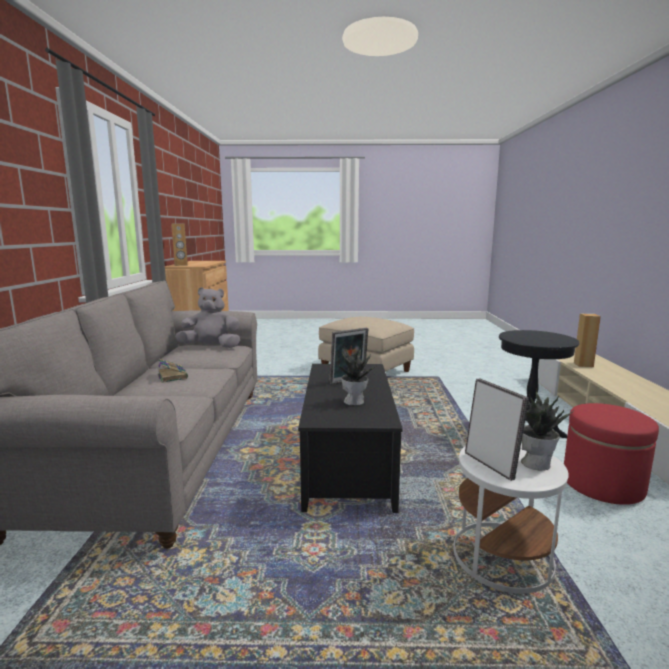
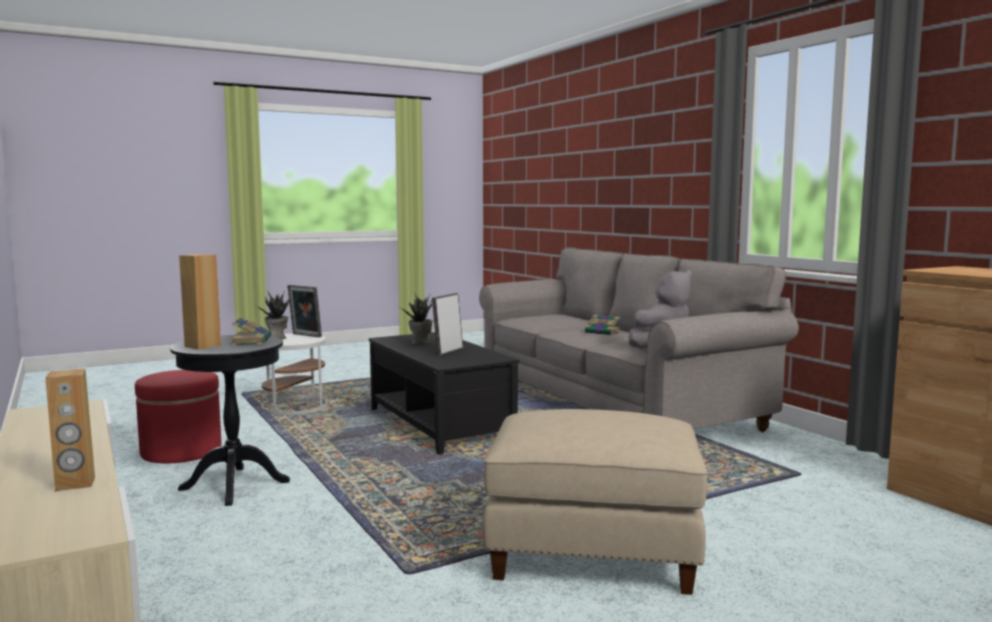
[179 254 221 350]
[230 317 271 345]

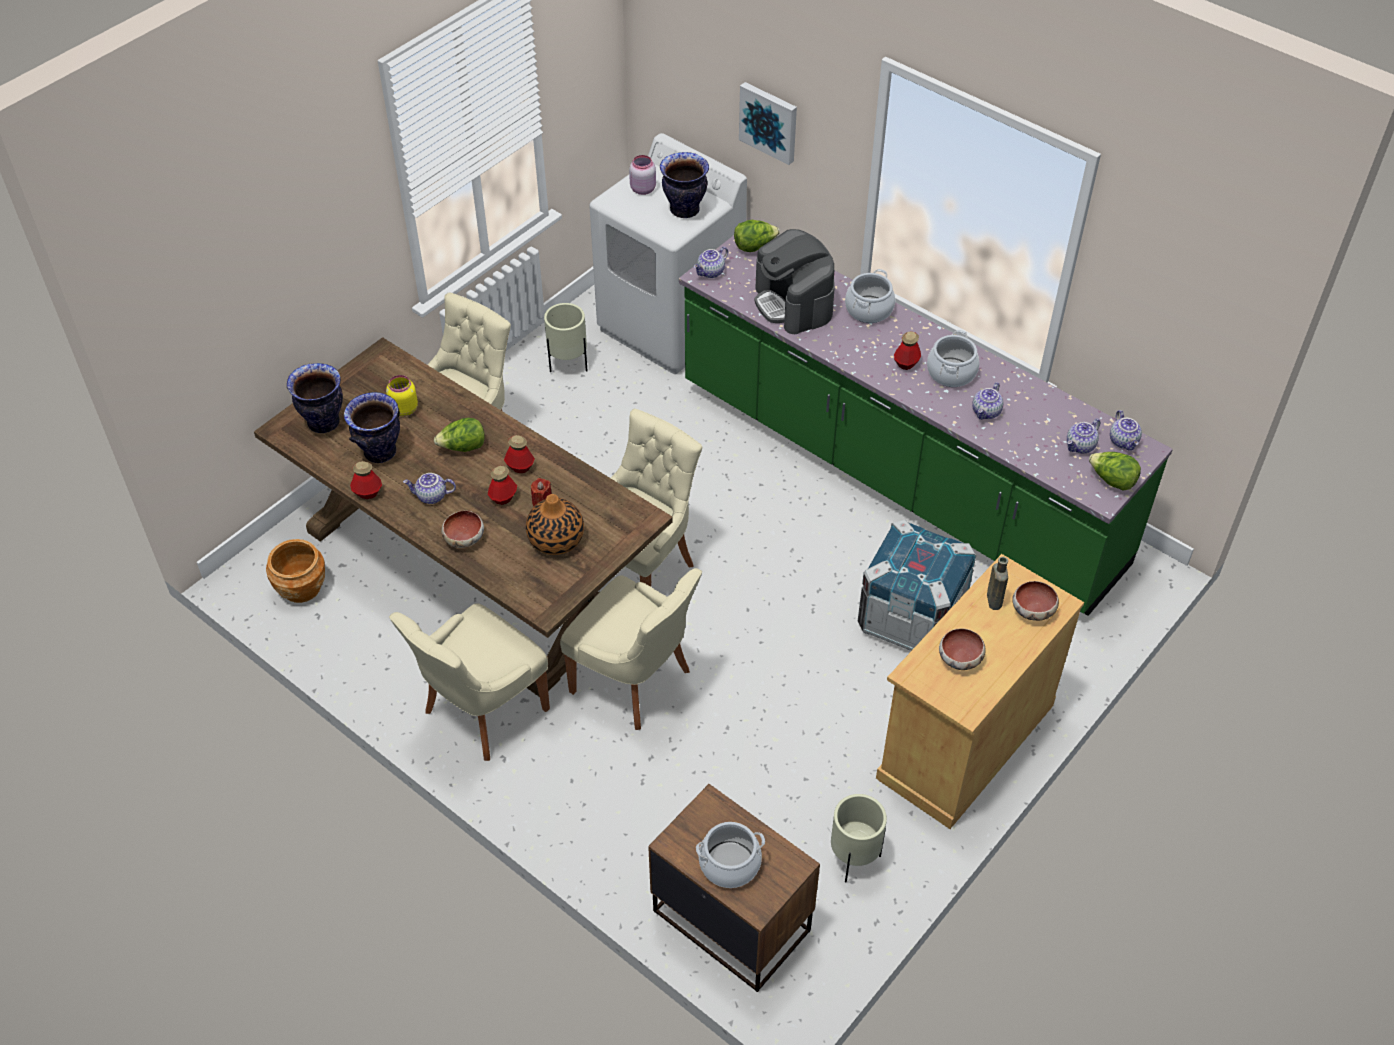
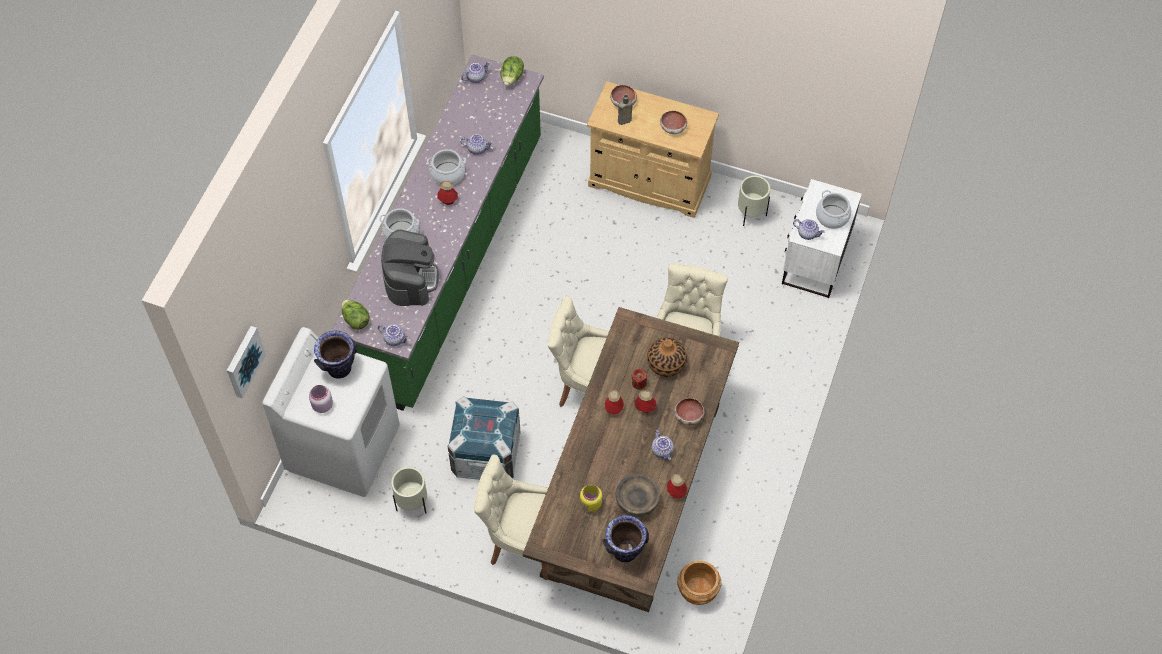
[227 326 266 399]
[381 230 439 306]
[447 396 521 480]
[616 474 660 517]
[782 179 862 298]
[793 219 825 240]
[389 603 550 761] (first image)
[434 418 485 452] (first image)

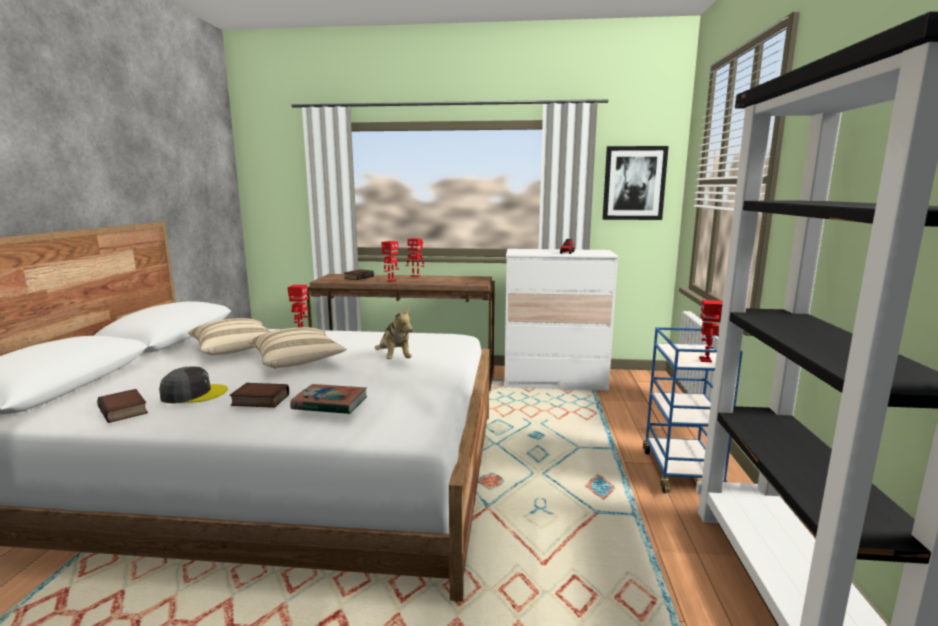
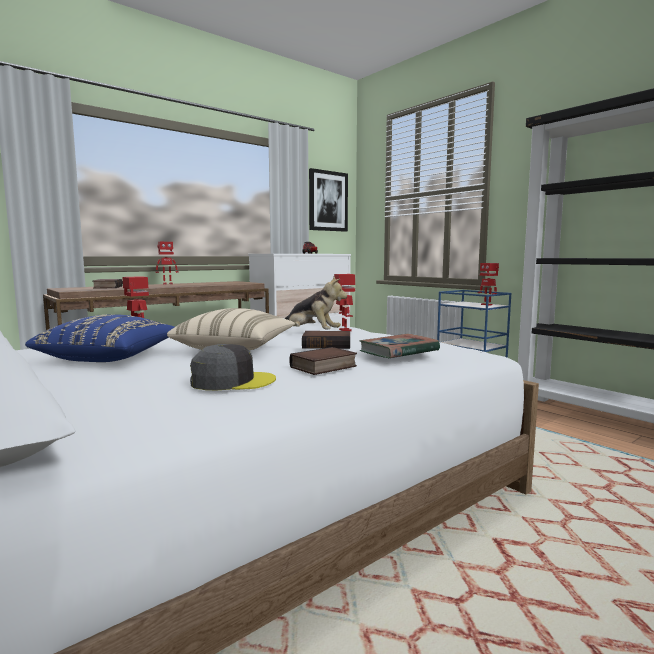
[25 314 174 362]
[190 344 276 391]
[302 331 350 349]
[334 274 355 331]

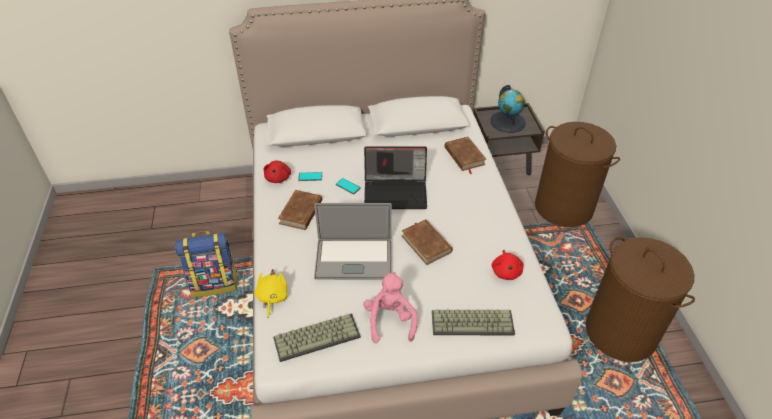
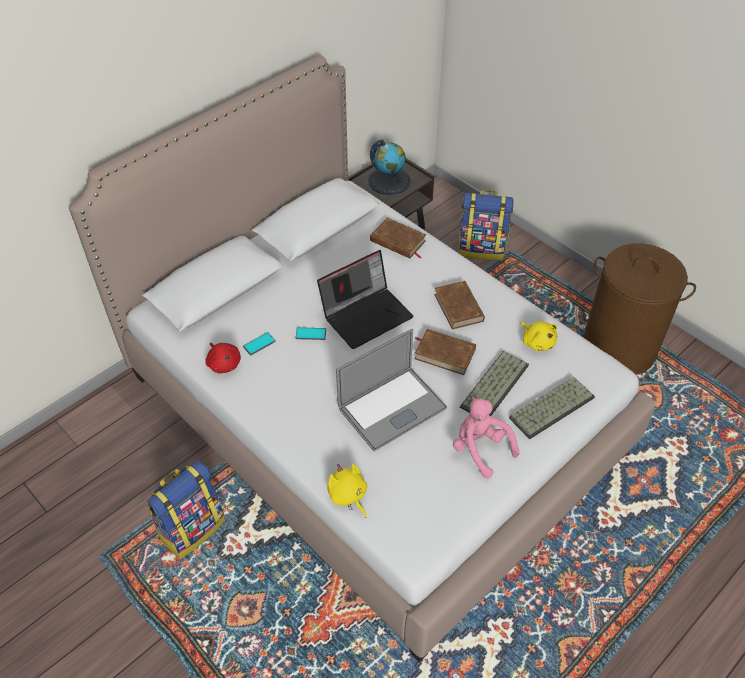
[434 281 485 330]
[459 190 514 261]
[460 351 529 416]
[519 321 558 351]

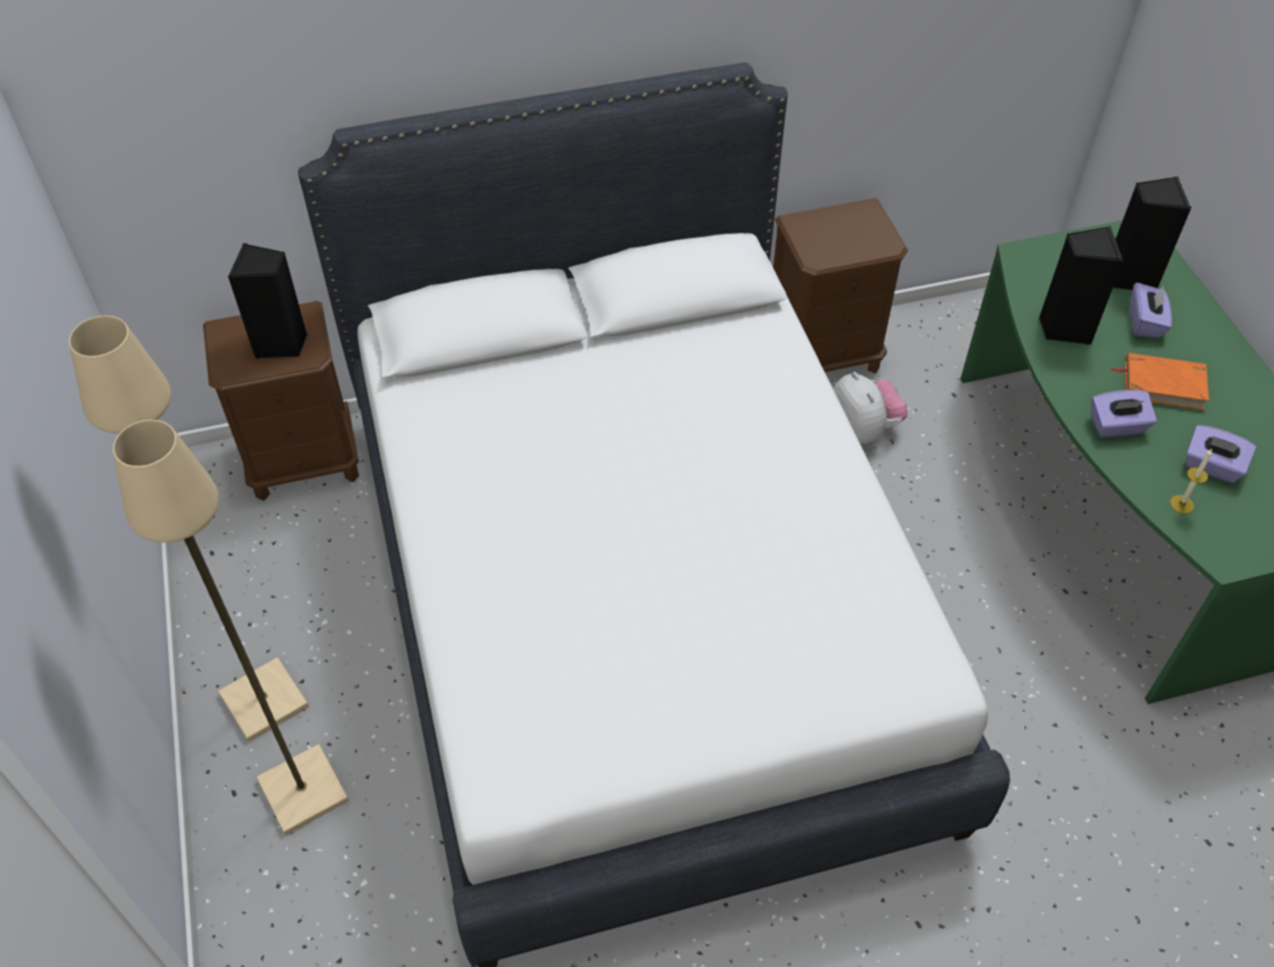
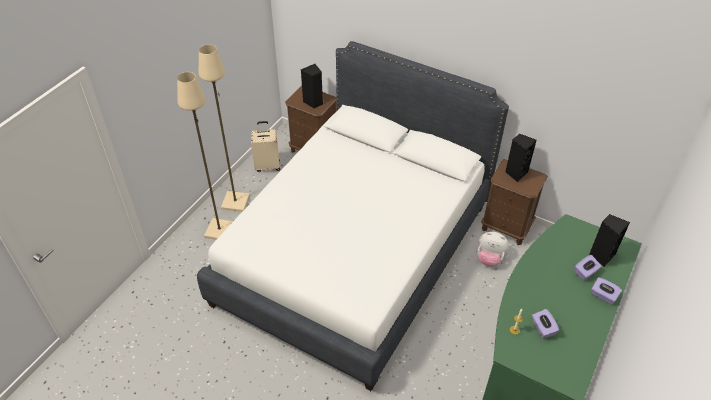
[251 121 280 172]
[478 232 509 266]
[505 134 537 182]
[591 277 622 304]
[1111 353 1209 410] (first image)

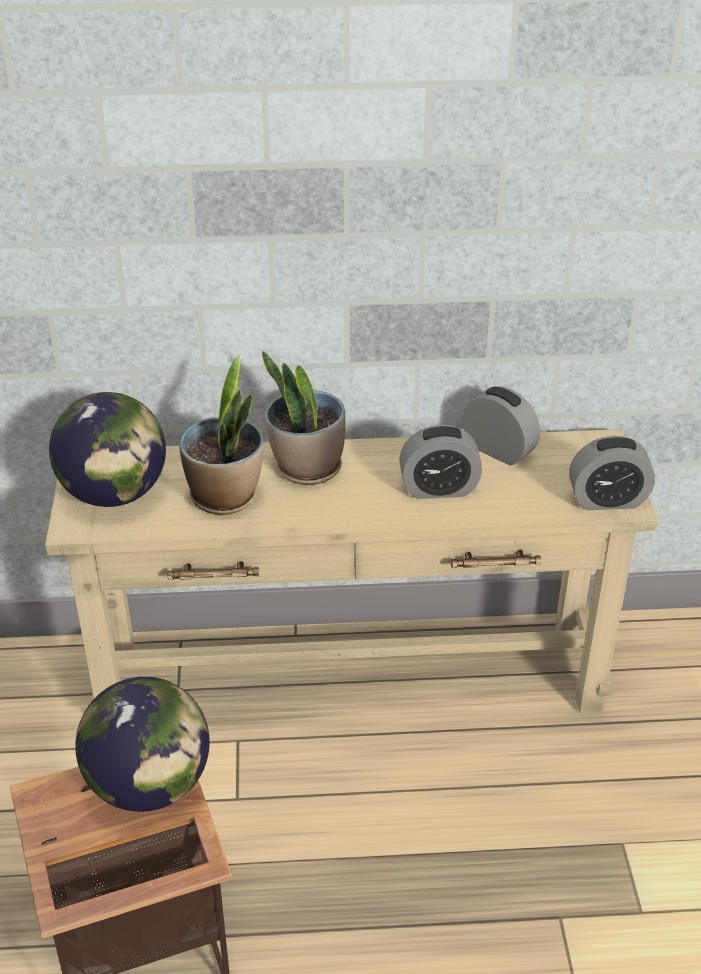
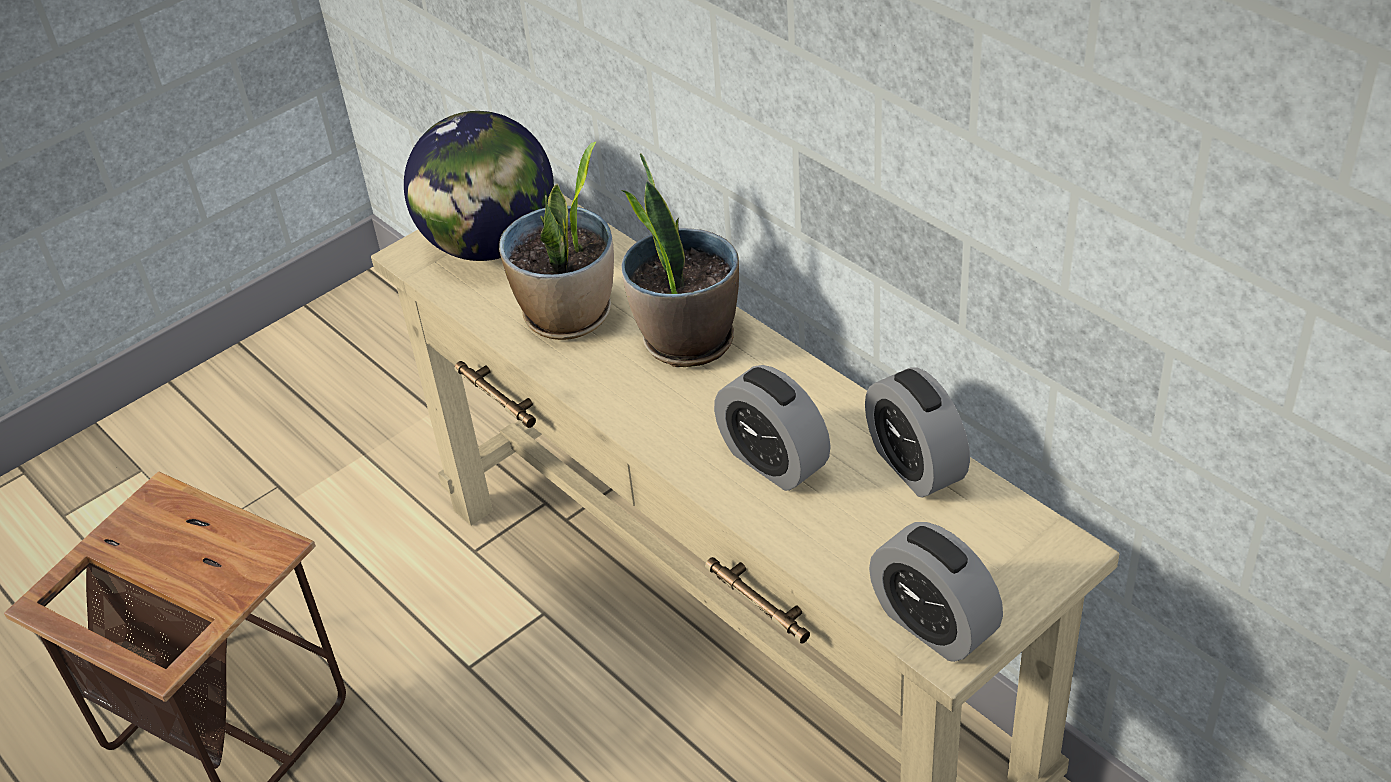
[865 368 970 498]
[75 677 210 812] (first image)

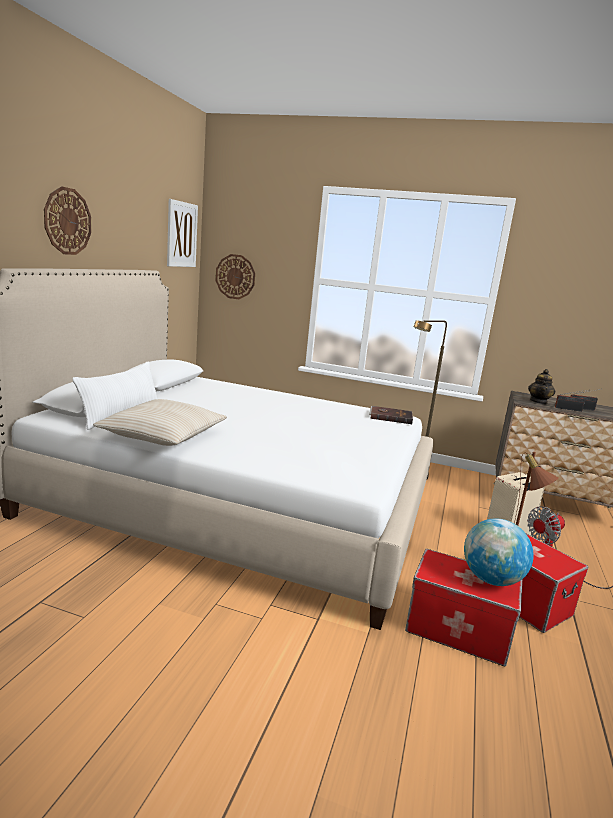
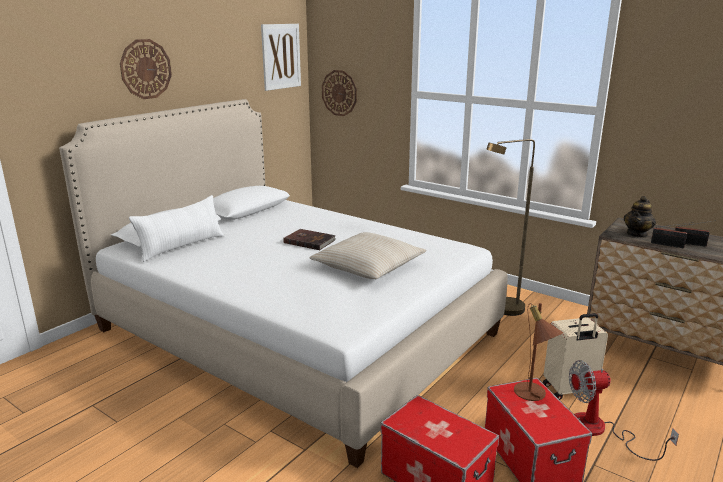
[283 229 335 250]
[310 232 426 279]
[464 518 534 586] (first image)

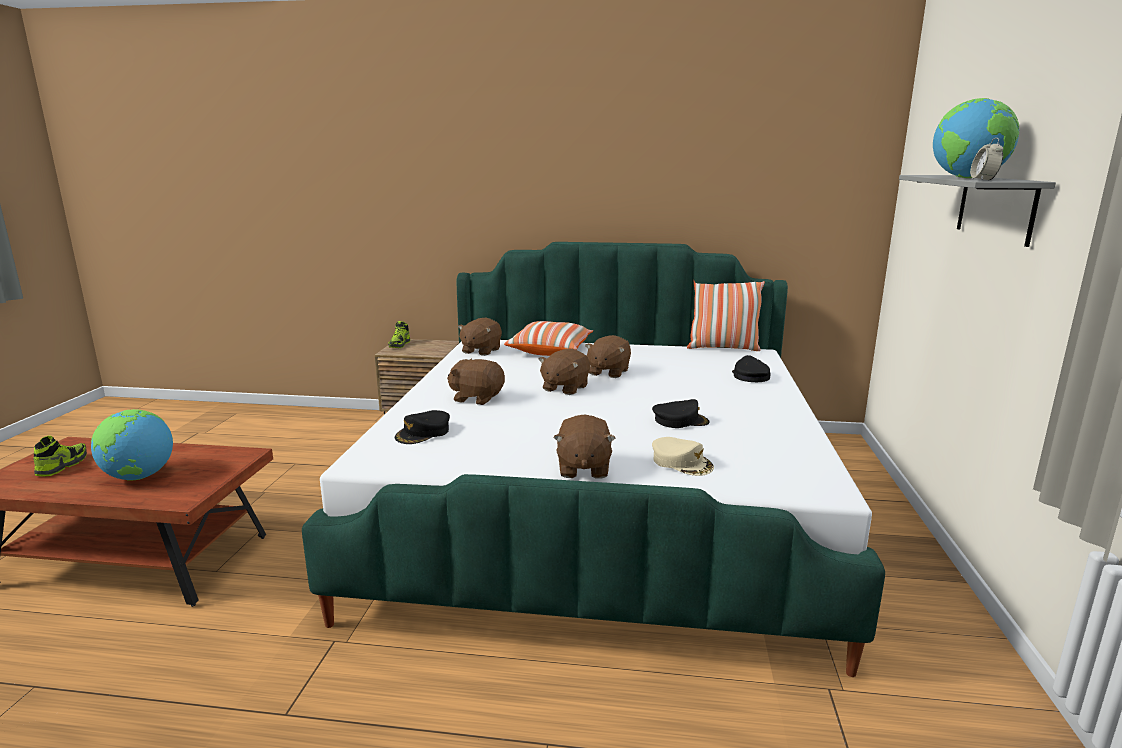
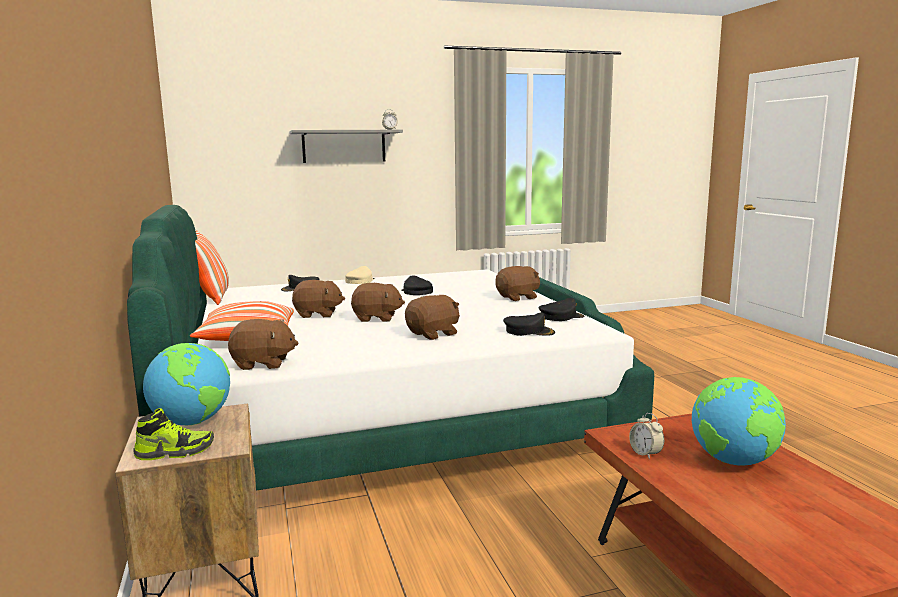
[143 343 230 425]
[345 266 375 284]
[405 295 460 340]
[538 298 585 321]
[629 413 664 459]
[33 435 87 477] (first image)

